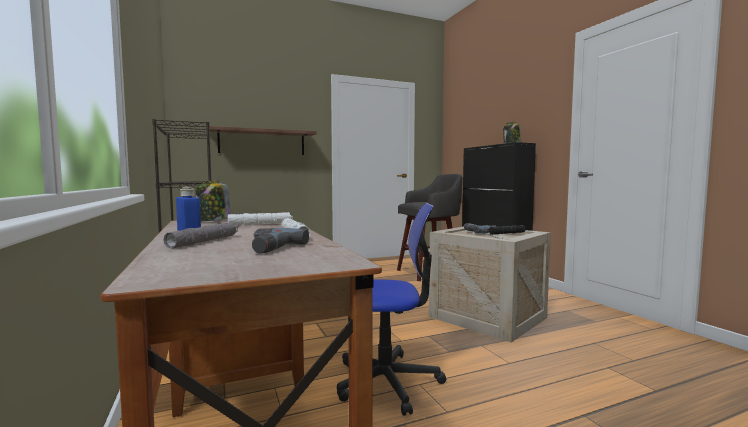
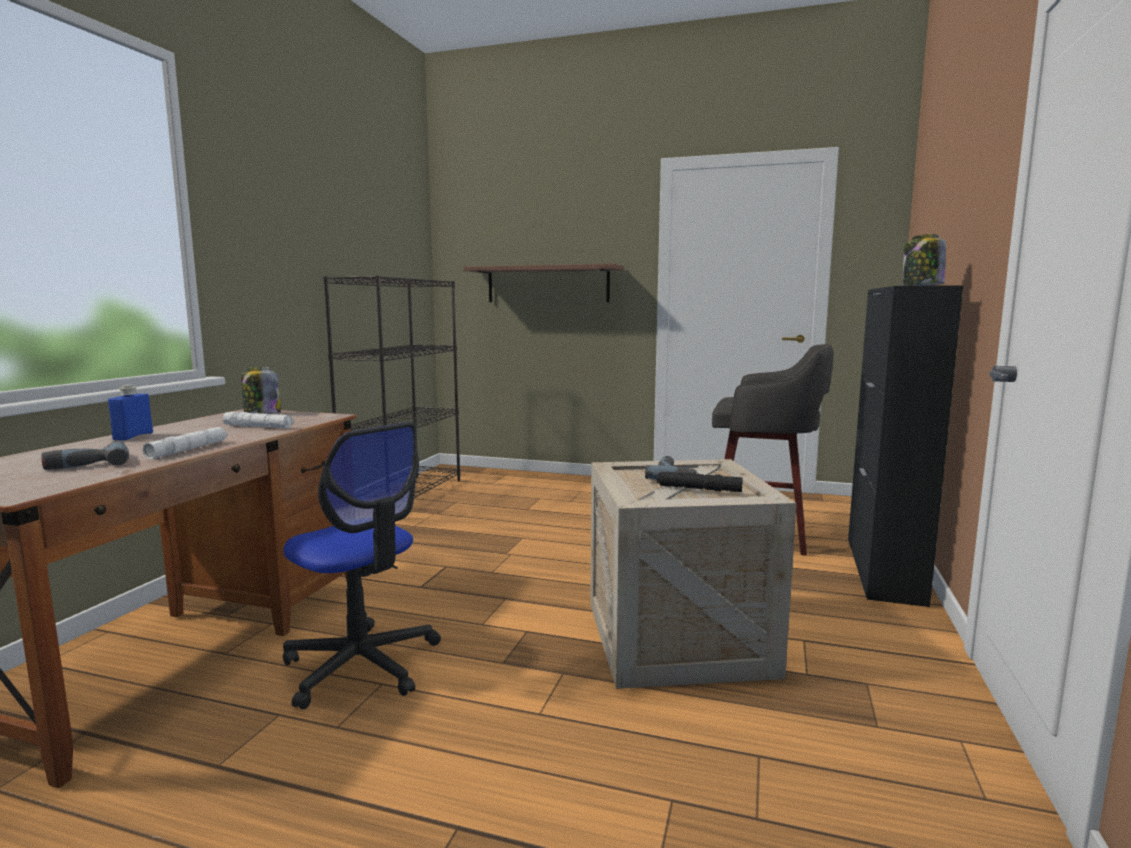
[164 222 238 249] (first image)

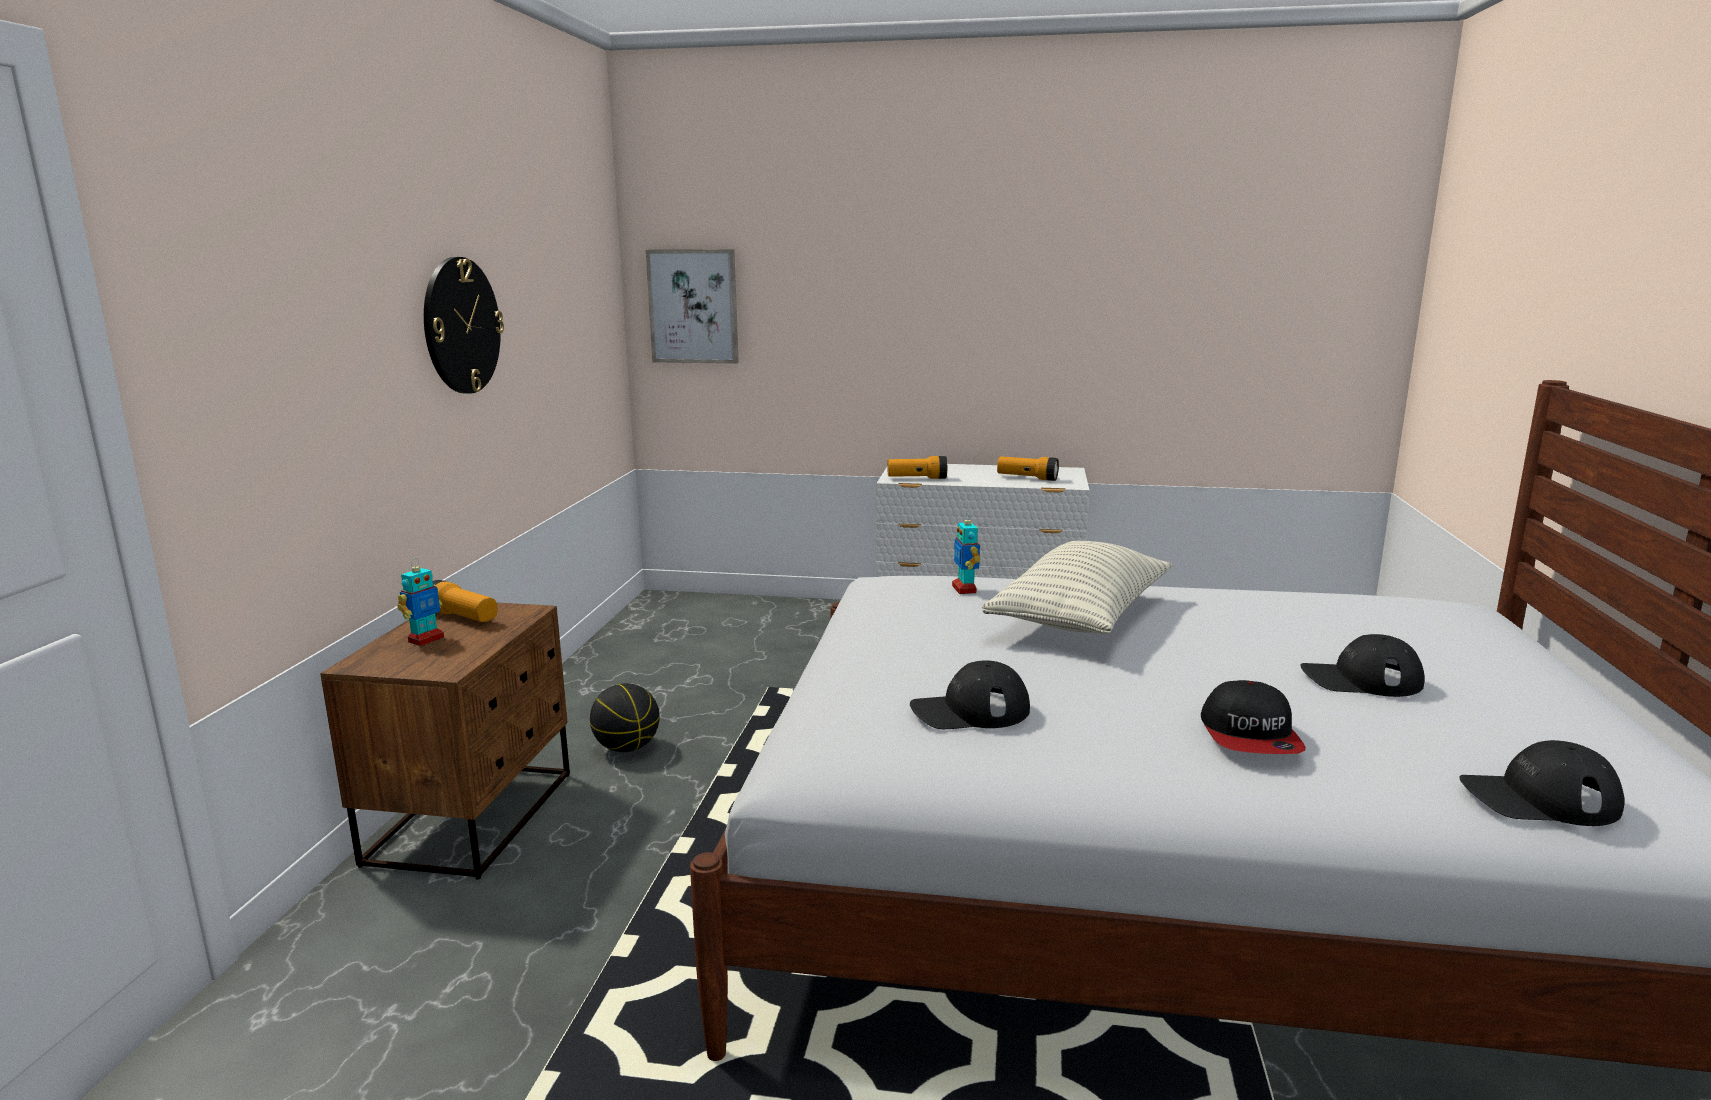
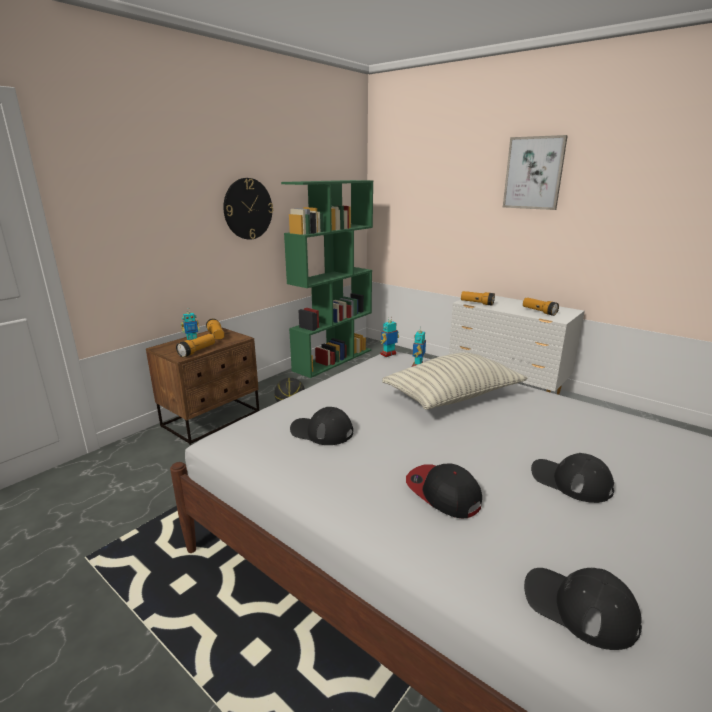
[176 334 215 357]
[281 180 373 378]
[380 316 399 357]
[406 463 482 518]
[503 135 568 210]

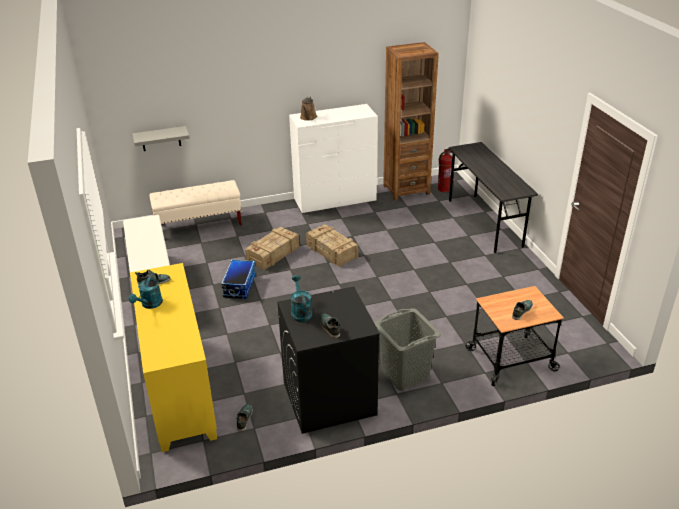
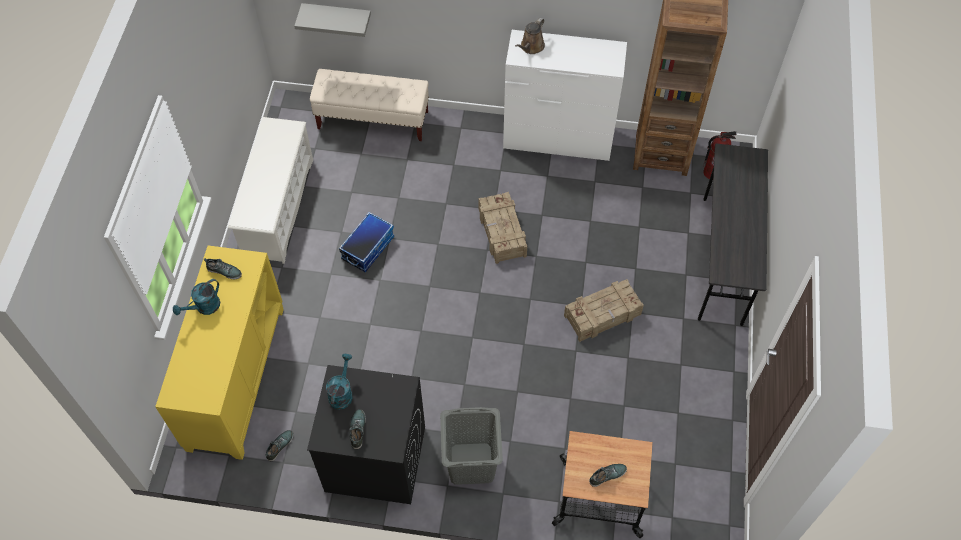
[564 279 644 342]

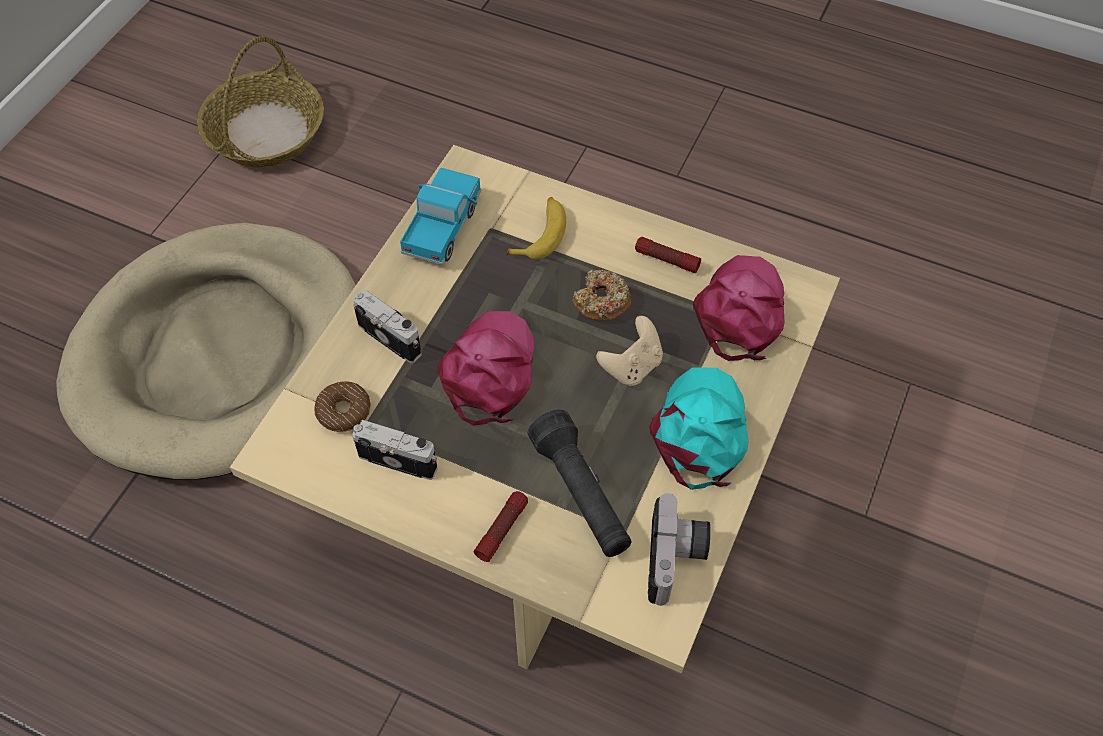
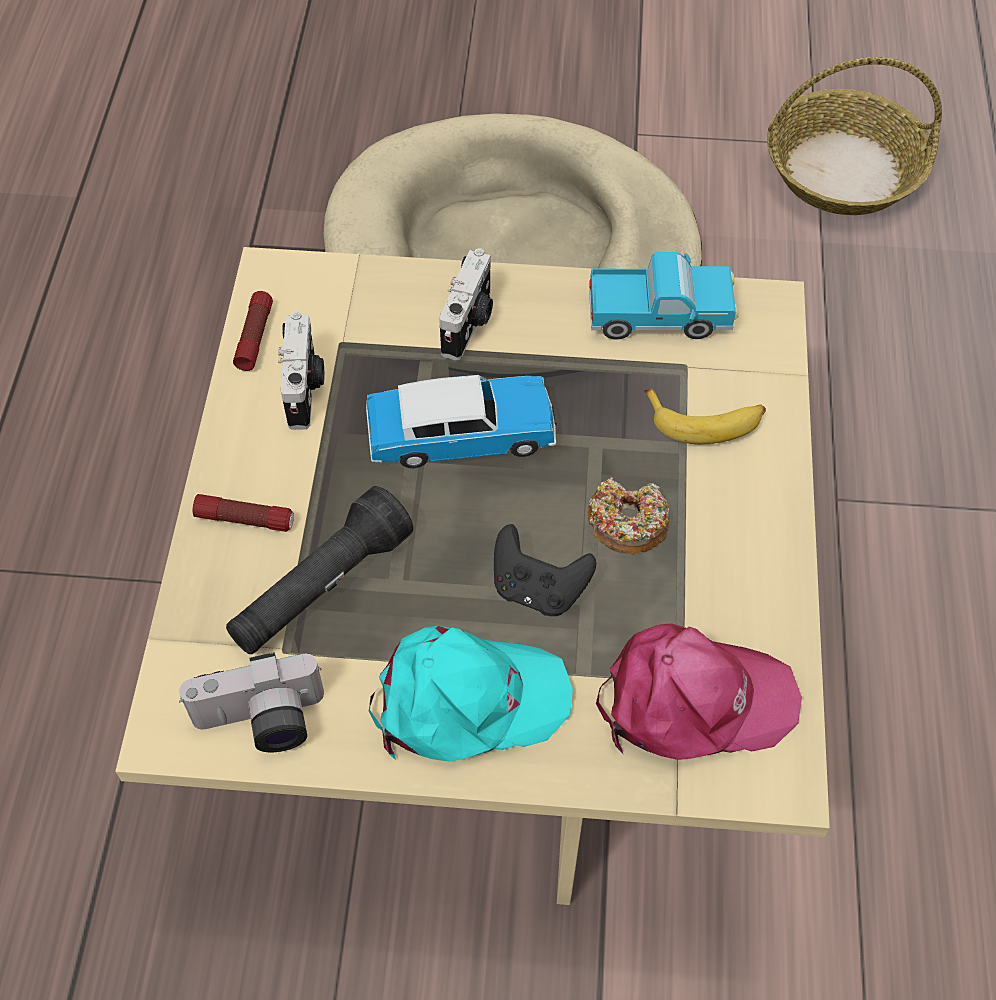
[233 291 273 371]
[366 375 556 468]
[494 524 596 616]
[314 381 371 432] (first image)

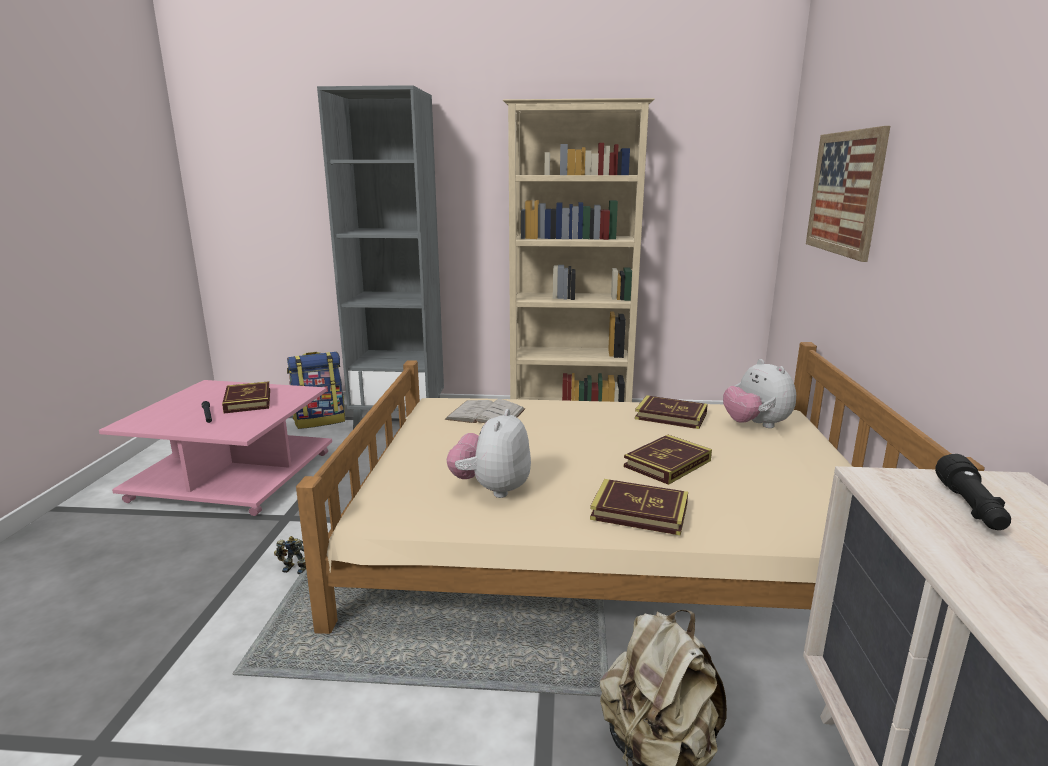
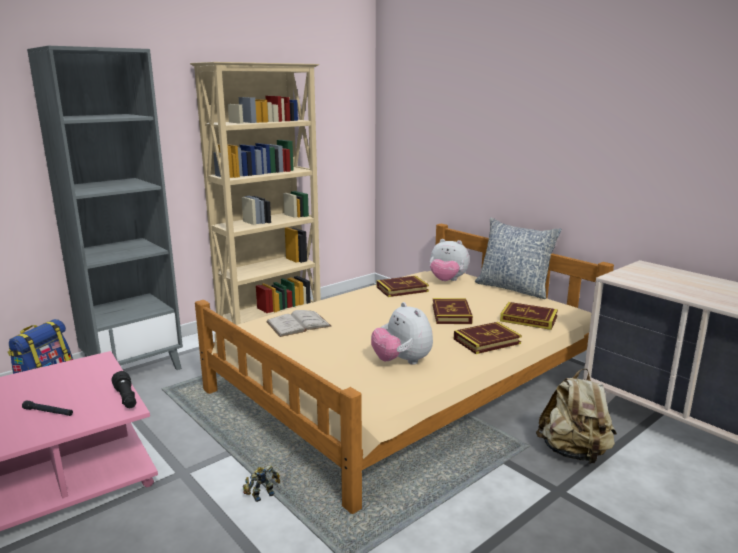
[112 371 136 408]
[475 218 562 299]
[500 302 558 330]
[806 126 890 262] (first image)

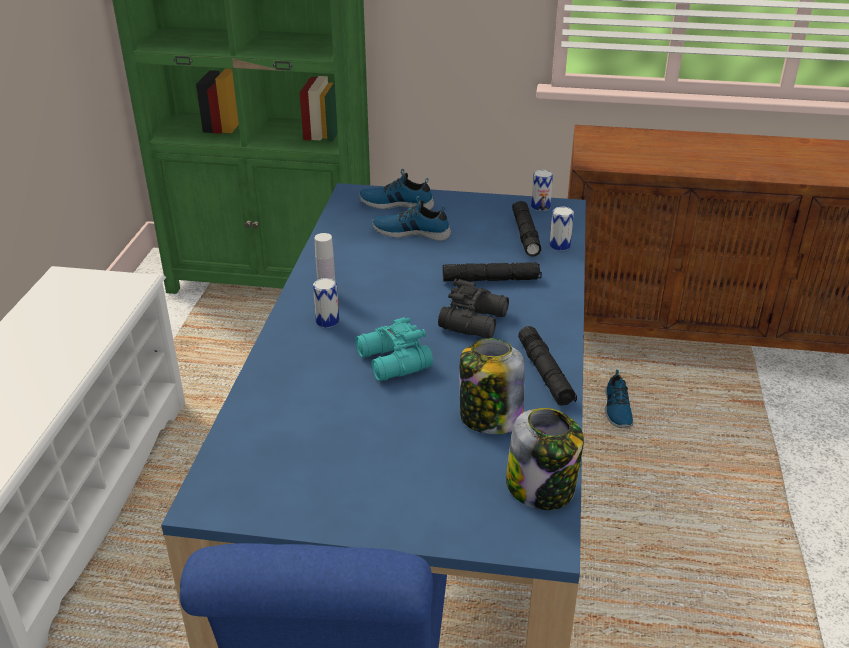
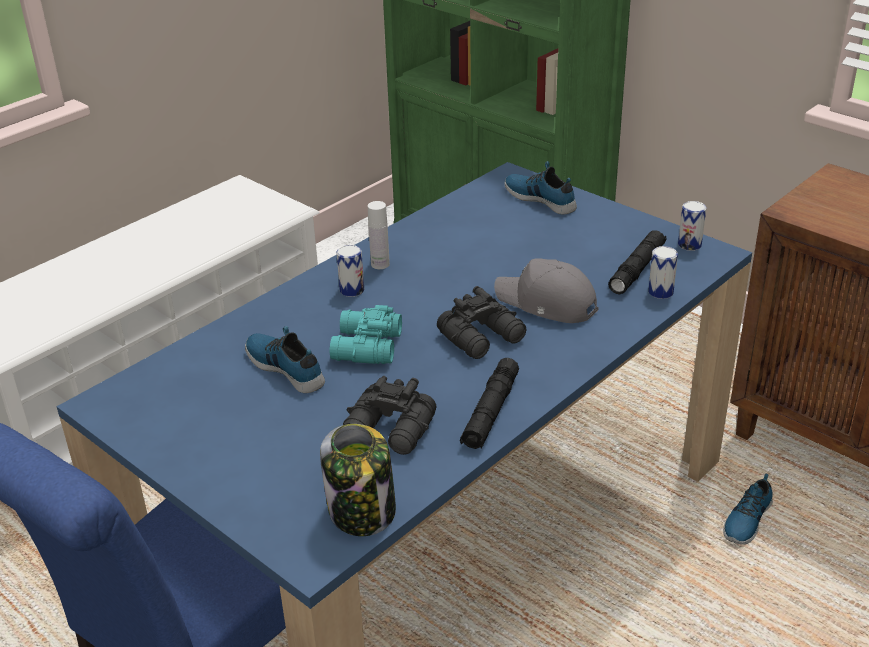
[245 326 325 393]
[343 376 436 455]
[494 258 599 323]

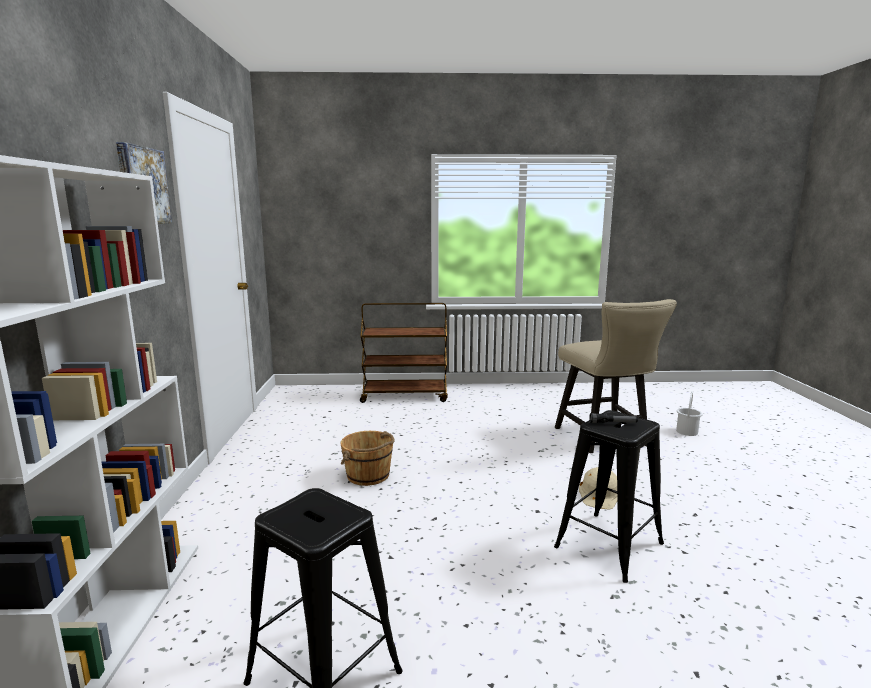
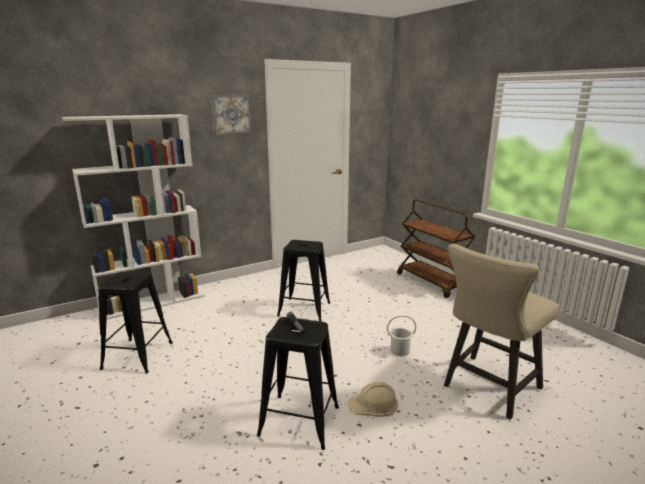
[277 240 330 321]
[387 315 416 356]

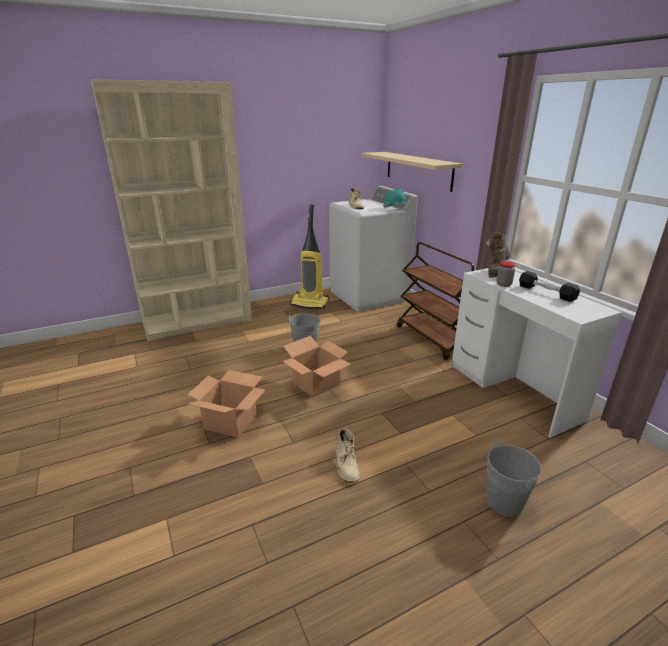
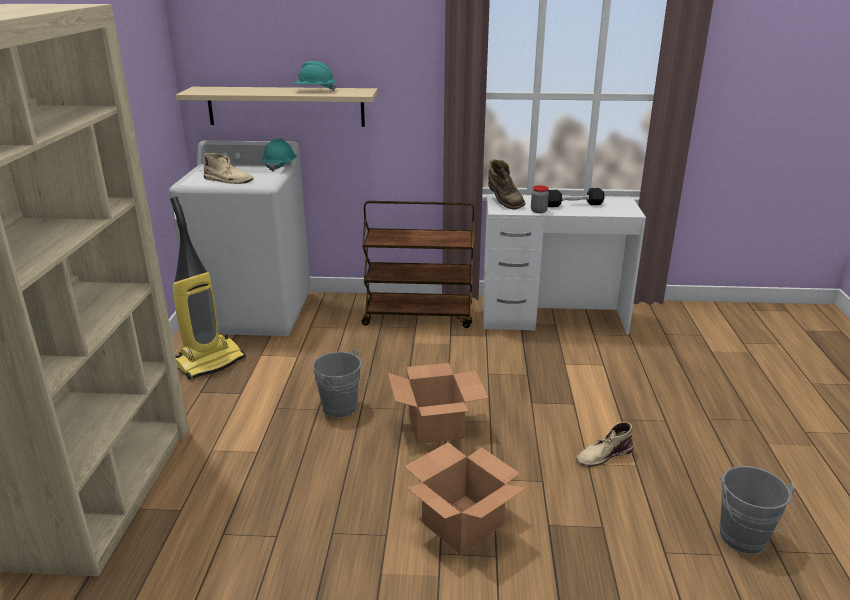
[293 61 336 91]
[576 422 633 467]
[719 466 795 554]

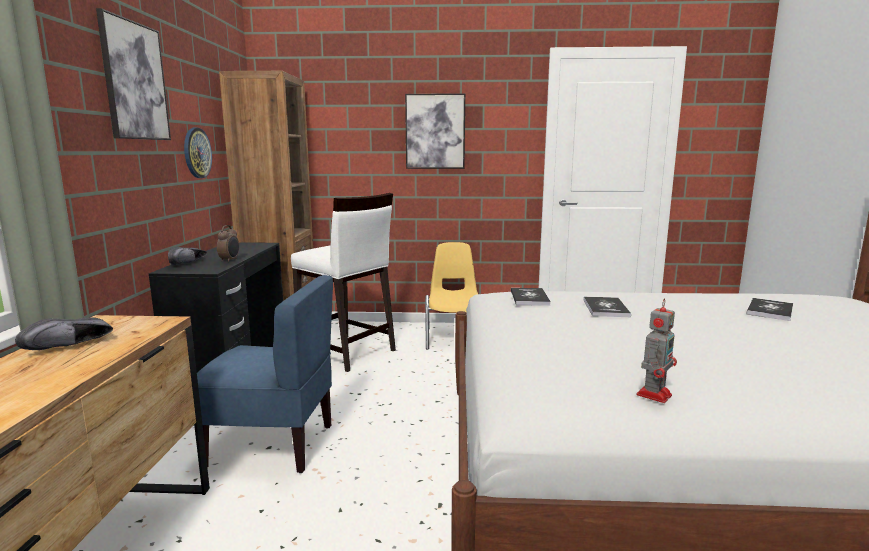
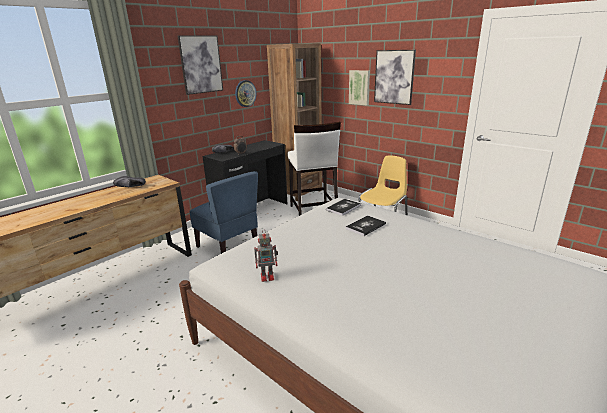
[349 70 370 106]
[747 298 793 321] (first image)

